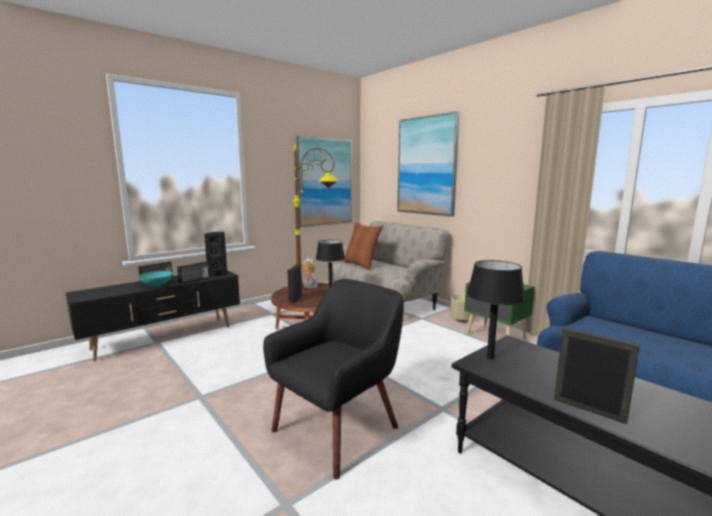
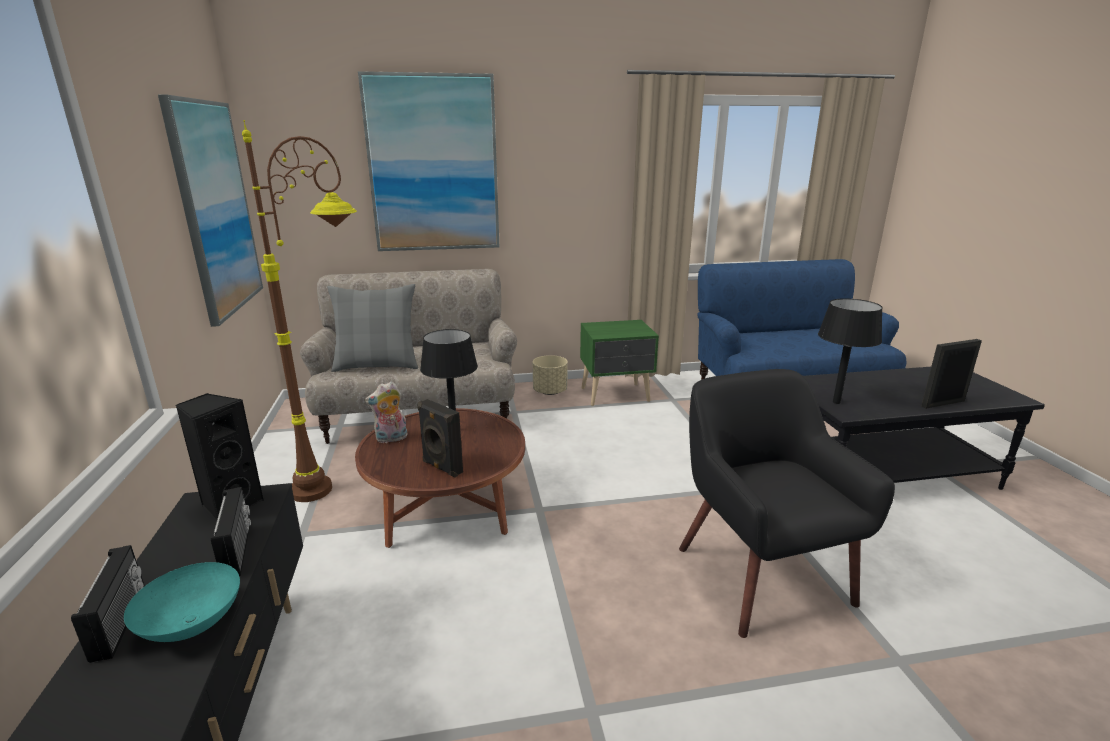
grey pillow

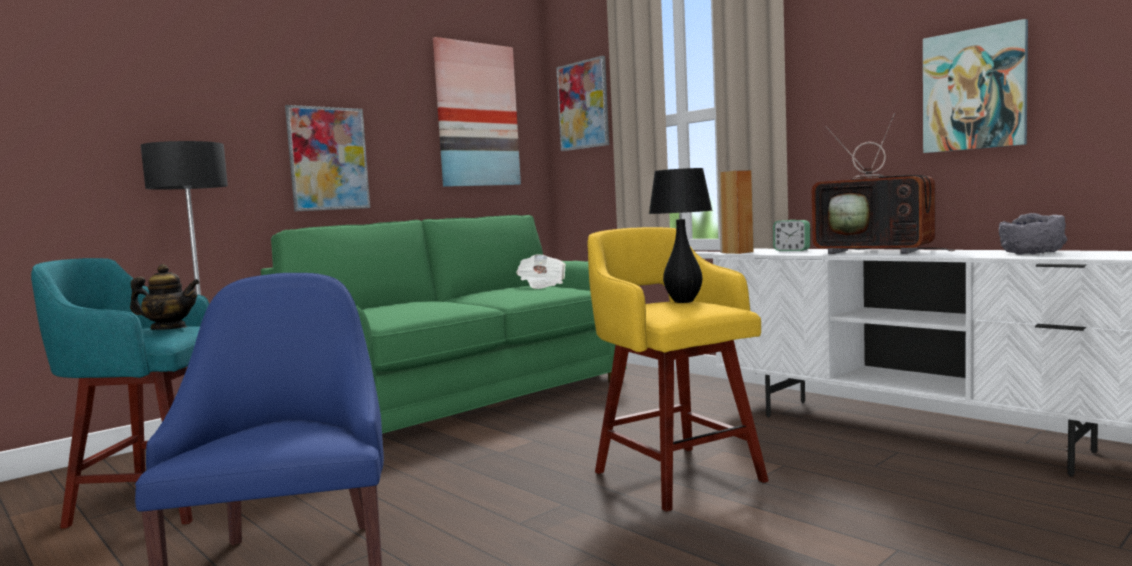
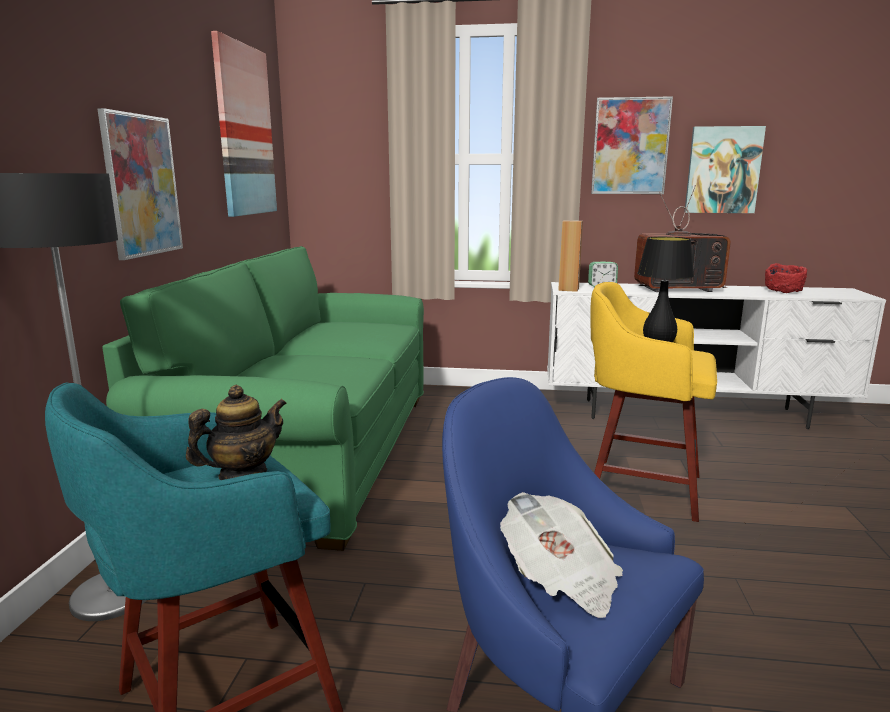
picture (no. 3 from left); red bowl; newspaper

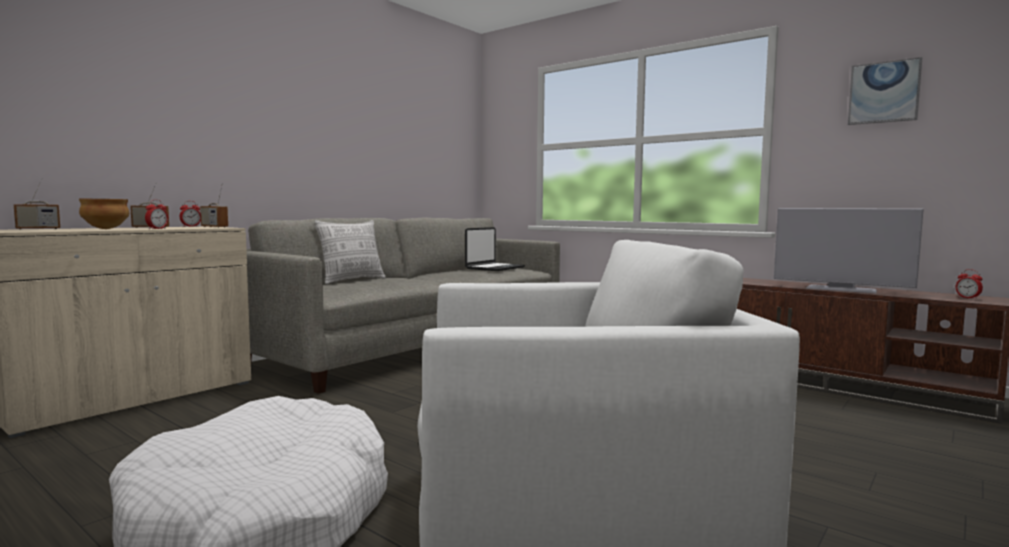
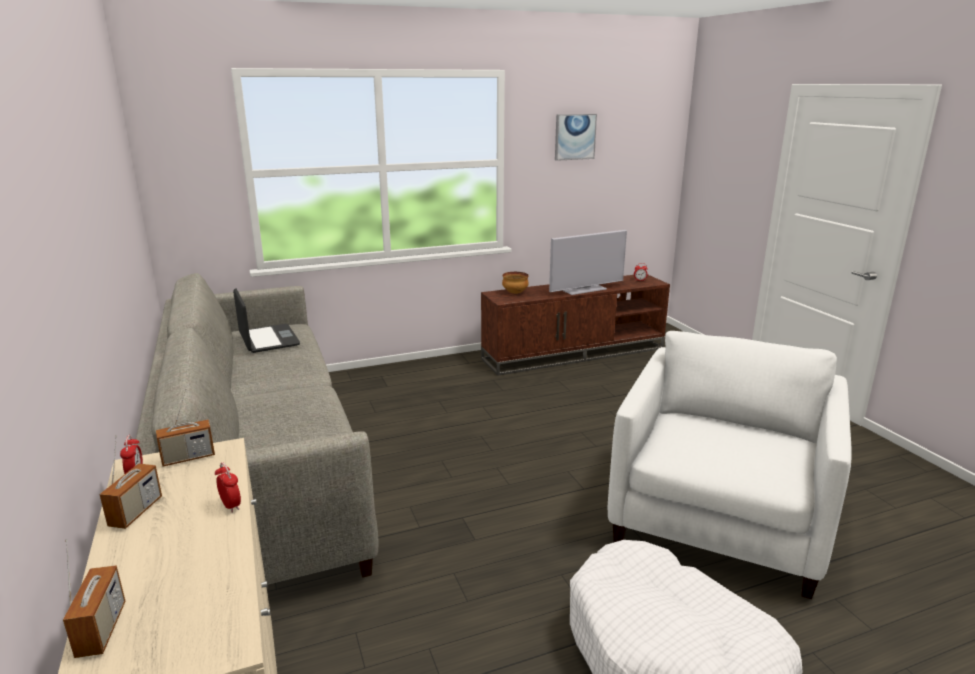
bowl; pillow

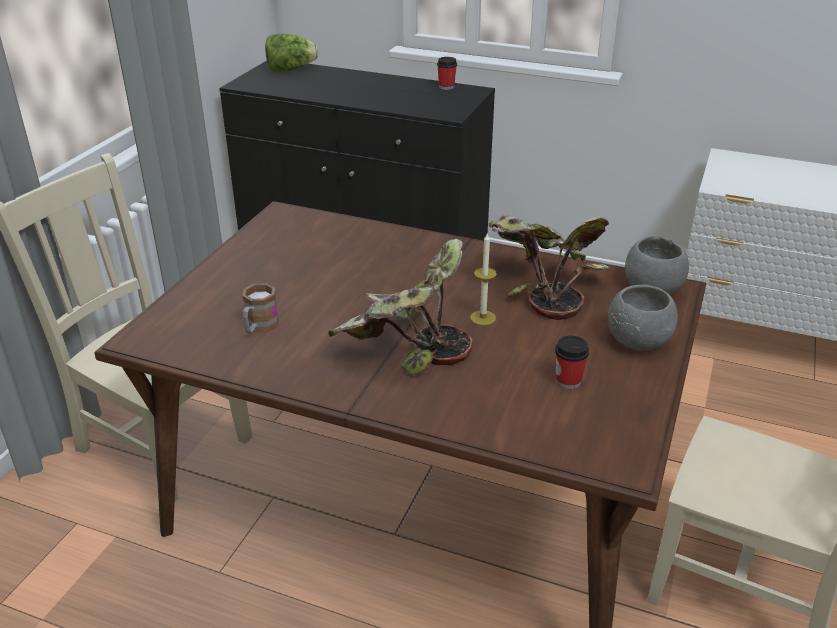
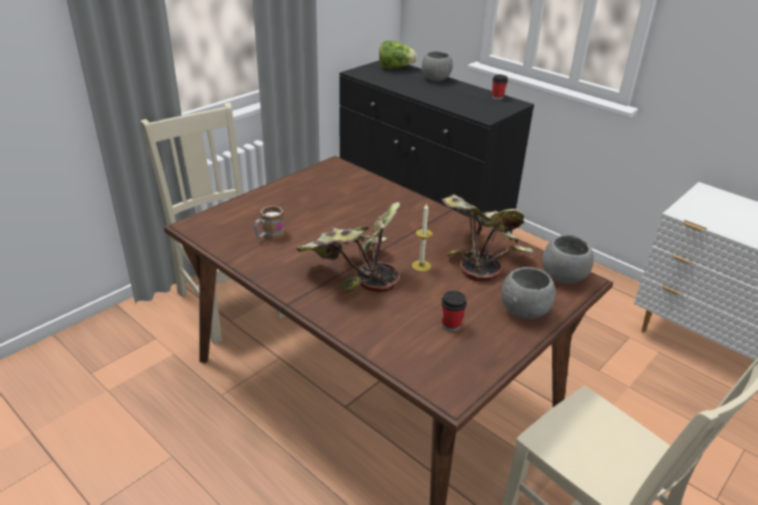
grey bowl (no. 1 from left)

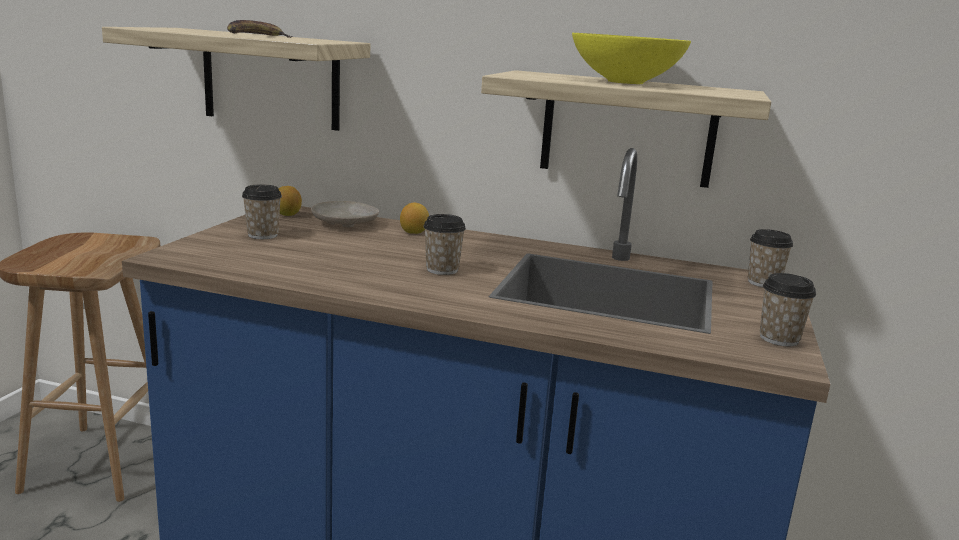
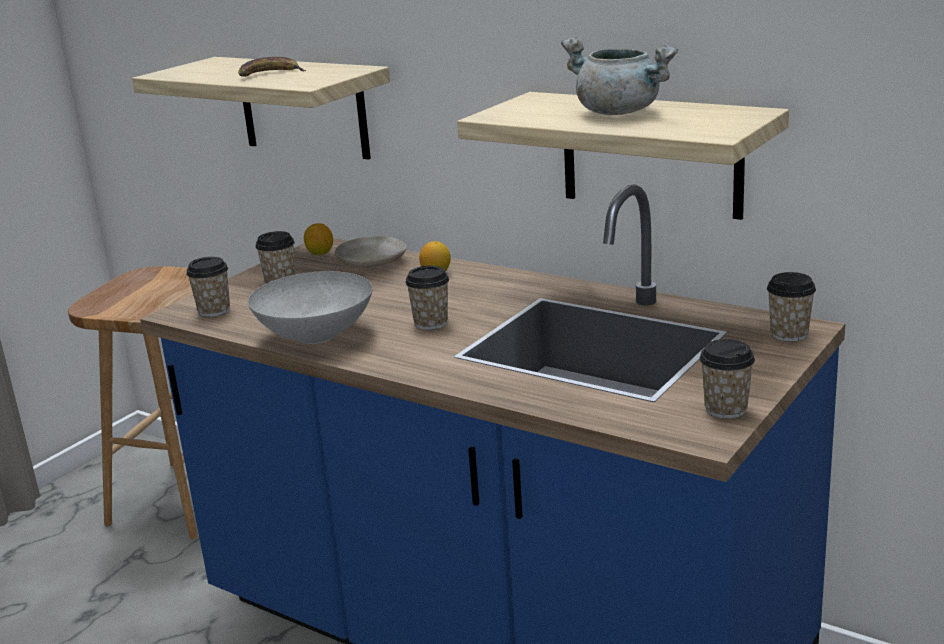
grey cooking pot; cup (no. 1 from left); grey bowl

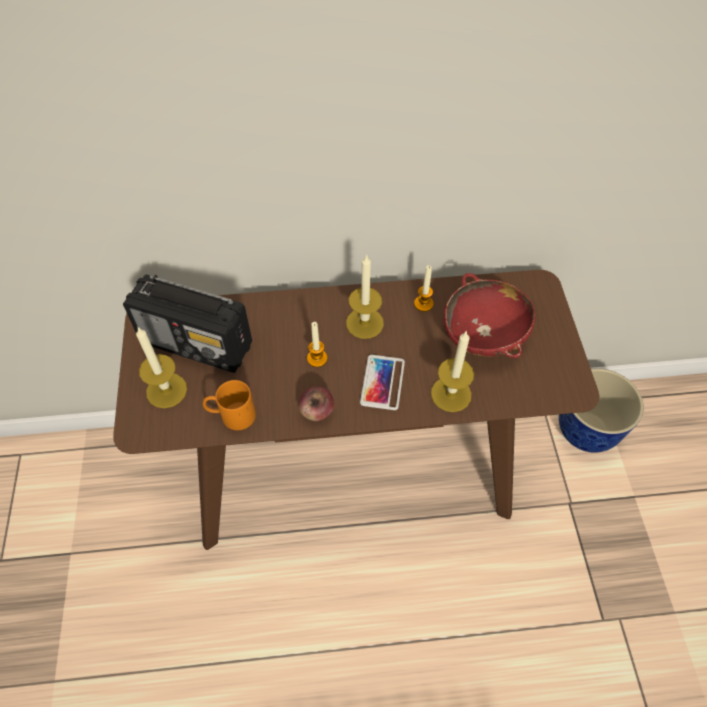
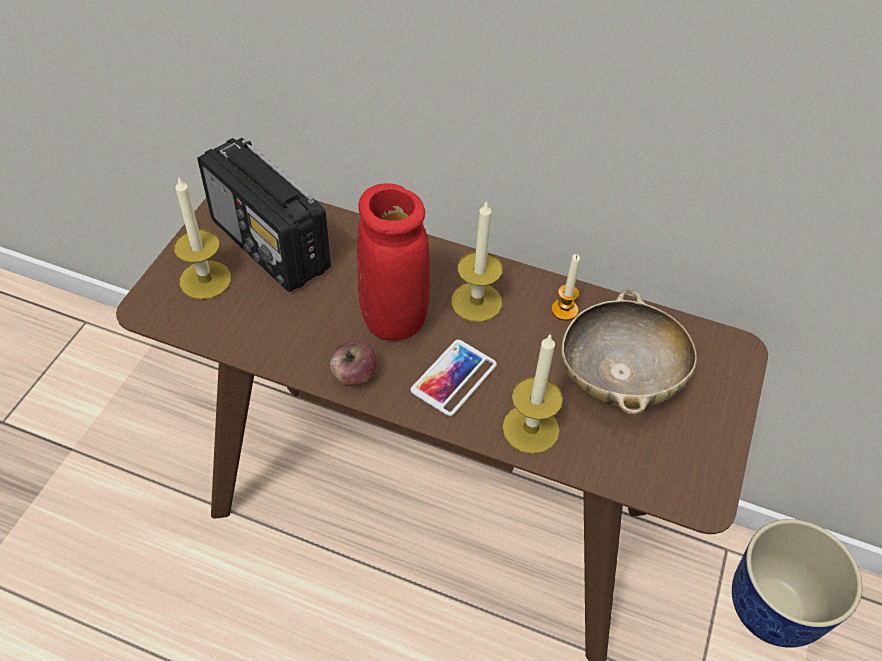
beige bowl; red vase; orange mug

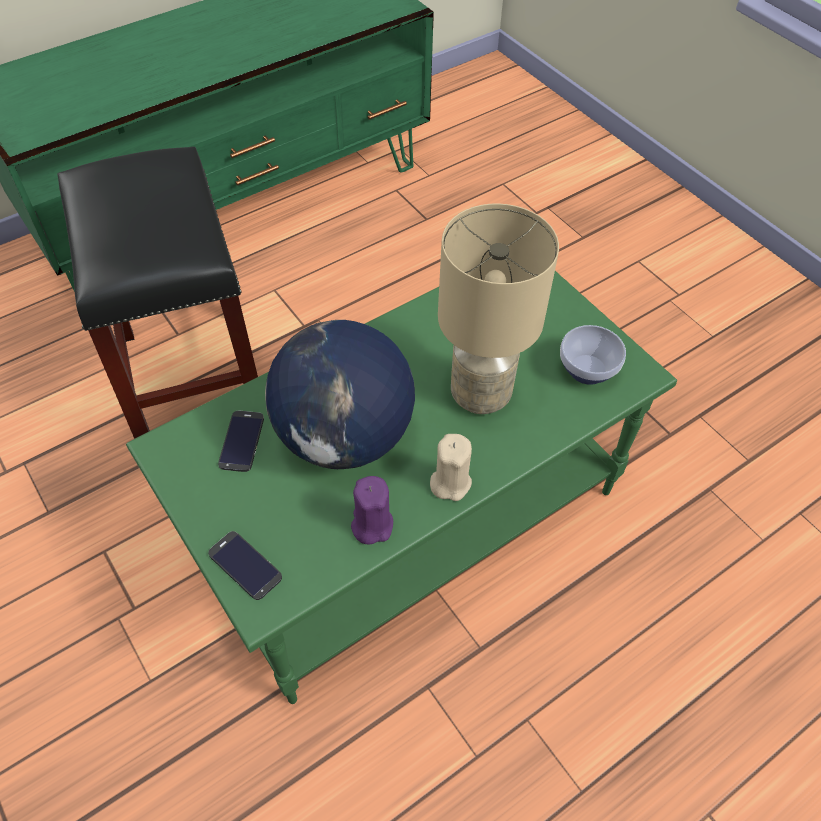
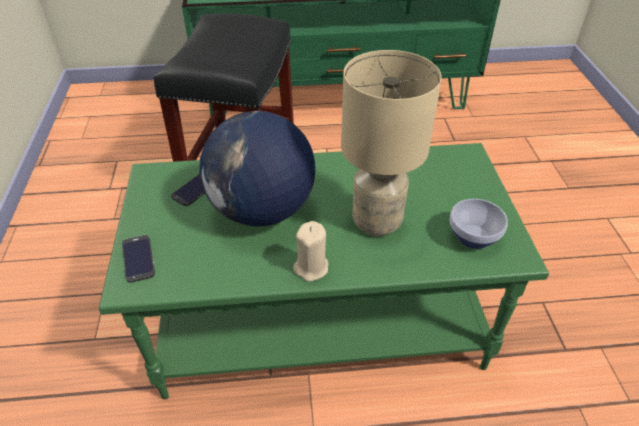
purple candle

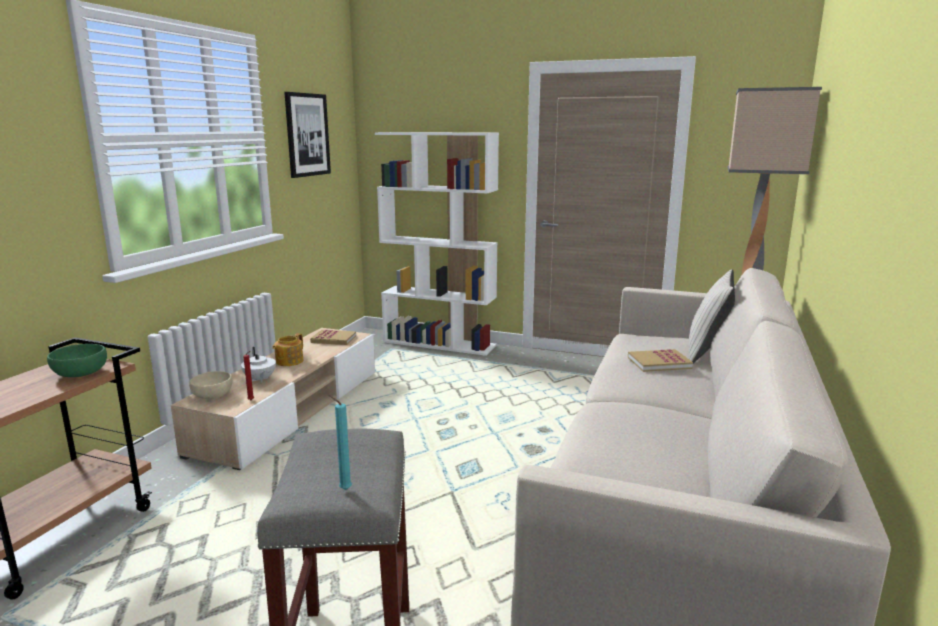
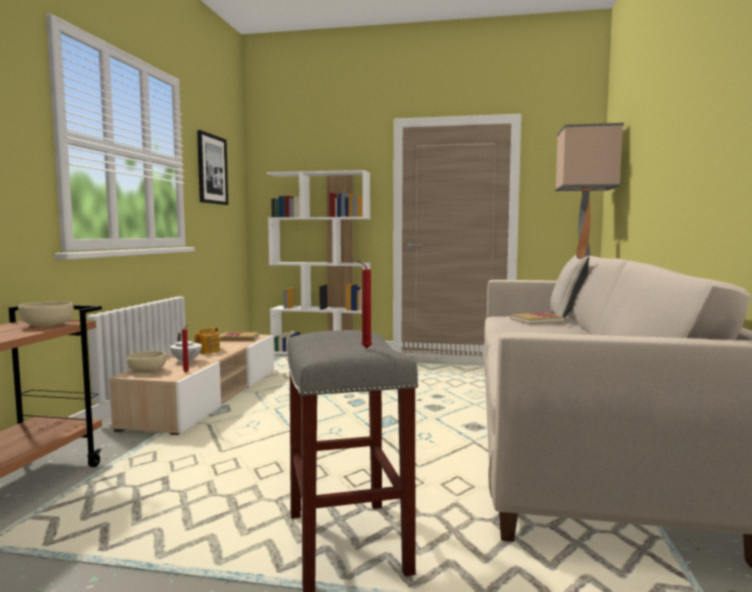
beige bowl (no. 1 from left); red candle (no. 2 from left)

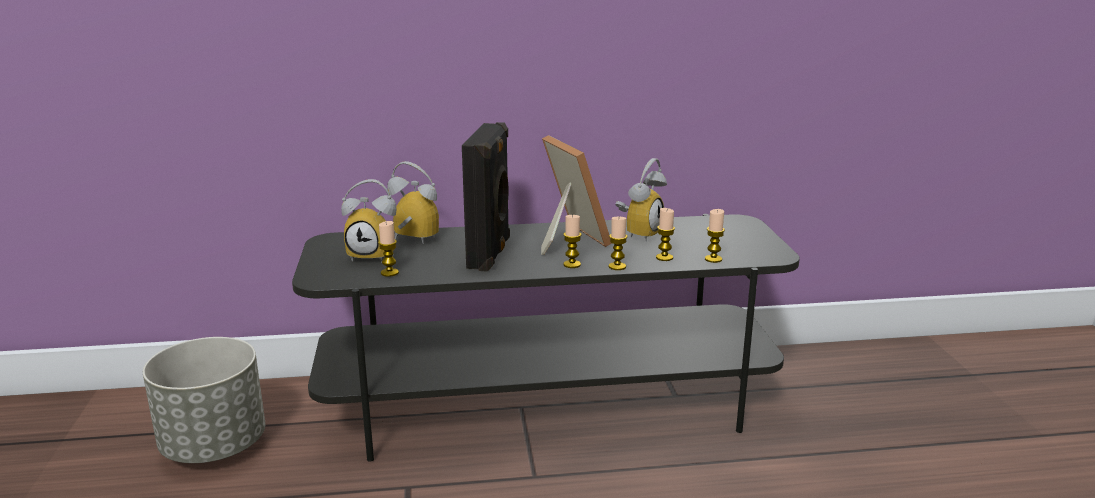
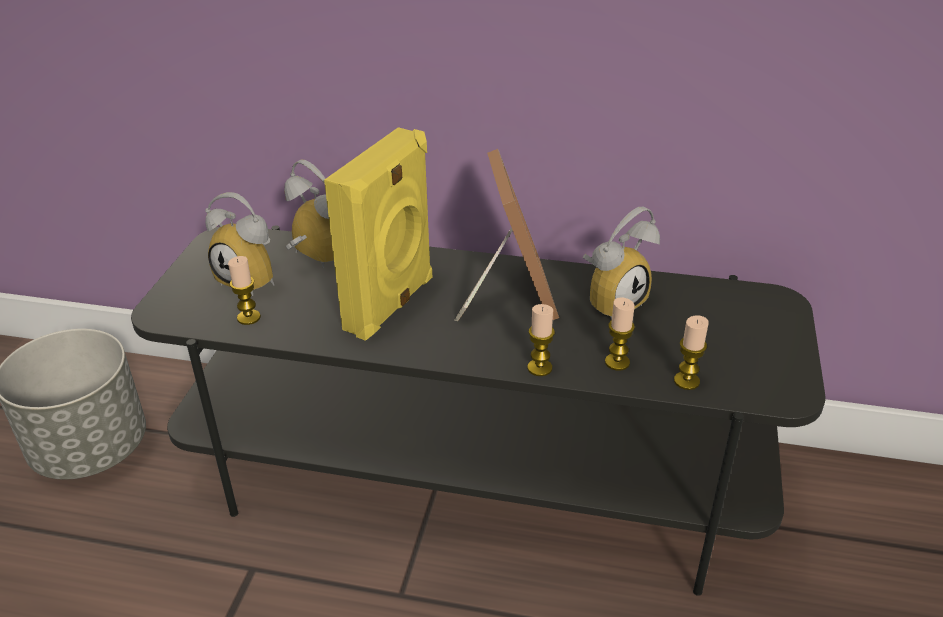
yellow speaker; candle (no. 2 from left in the first image)

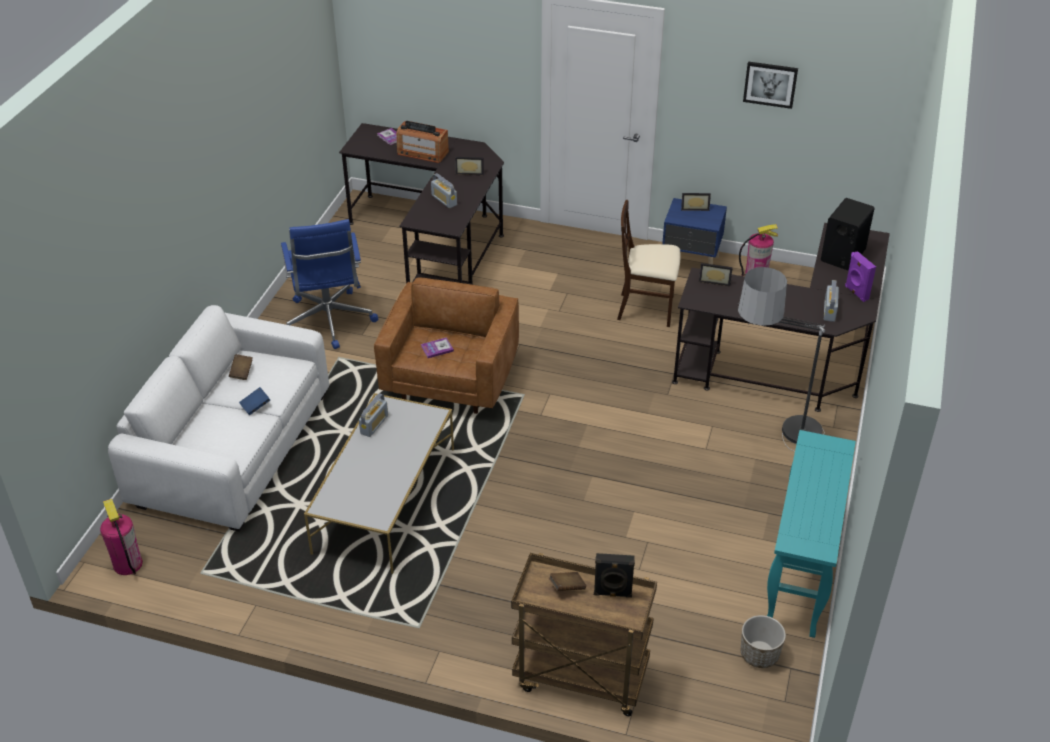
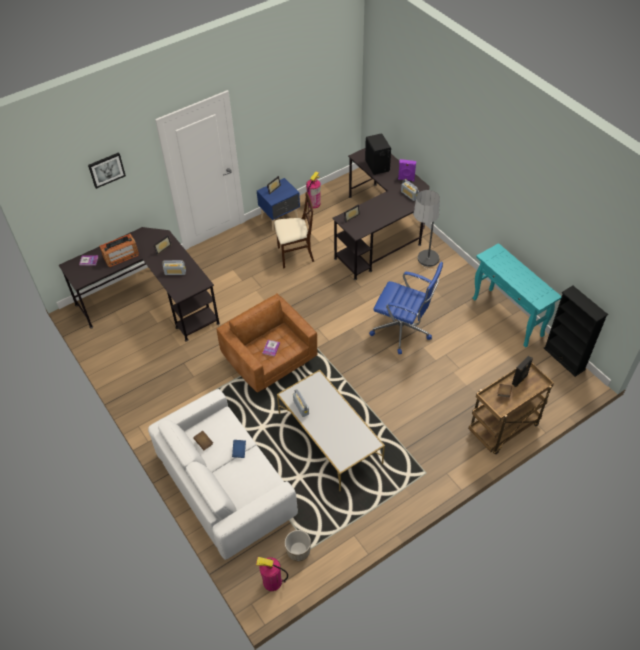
picture; beige chair; blue office chair; planter; black bookcase

